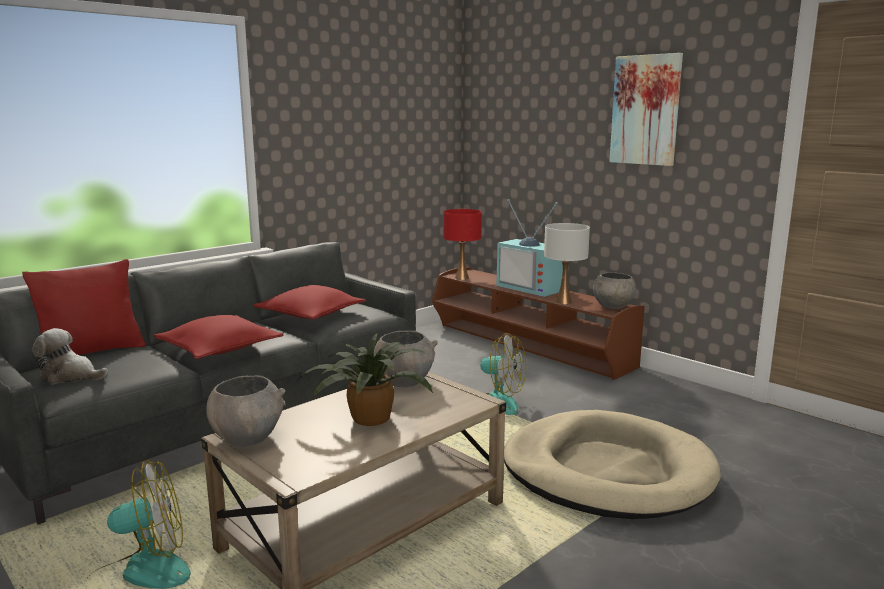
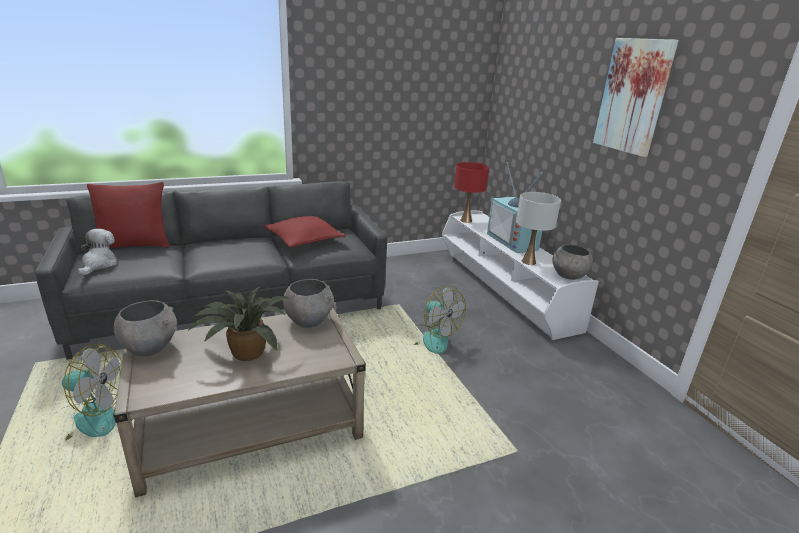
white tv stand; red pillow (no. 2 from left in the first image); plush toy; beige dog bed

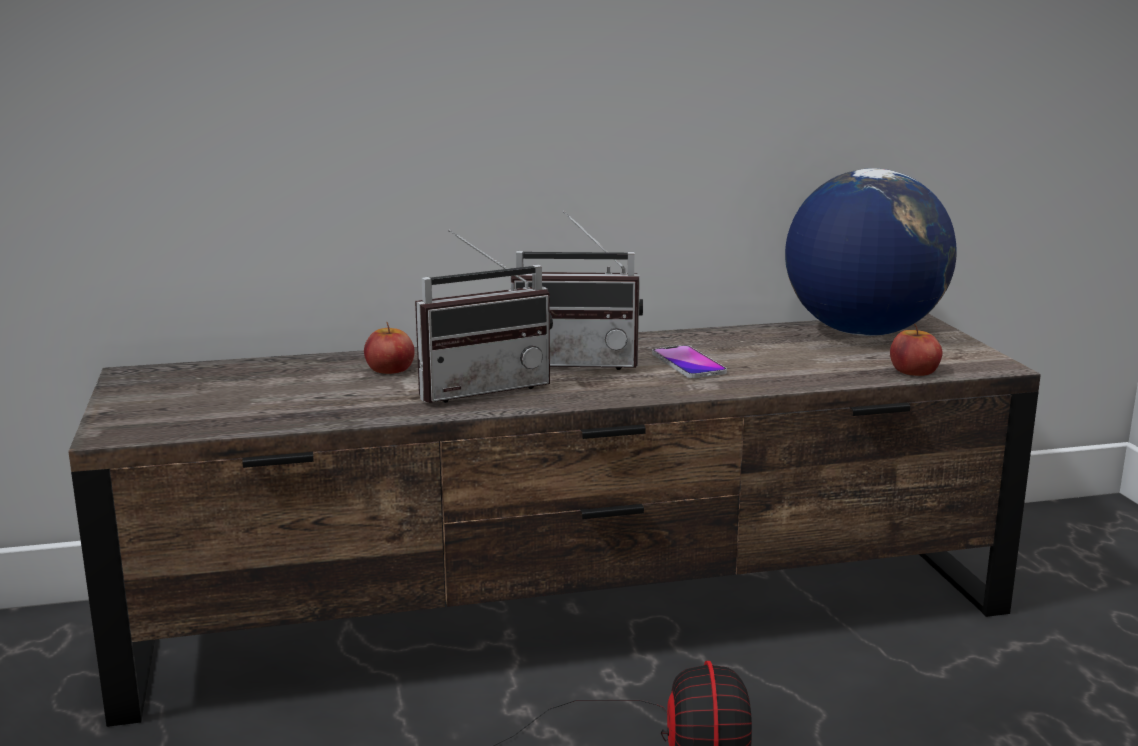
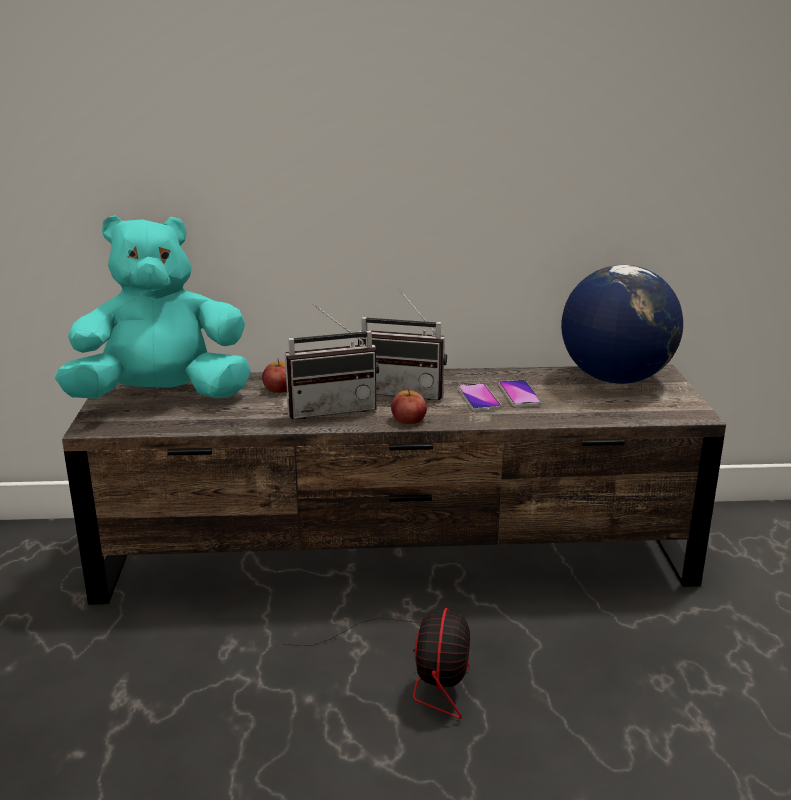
apple (no. 2 from left); turquoise plush toy; phone (no. 2 from left)

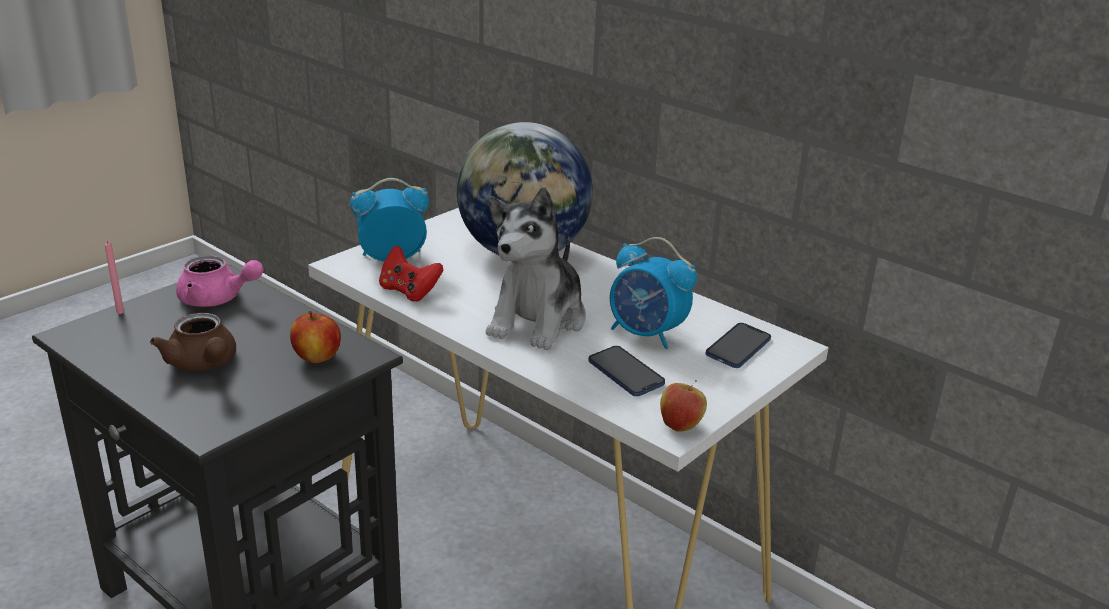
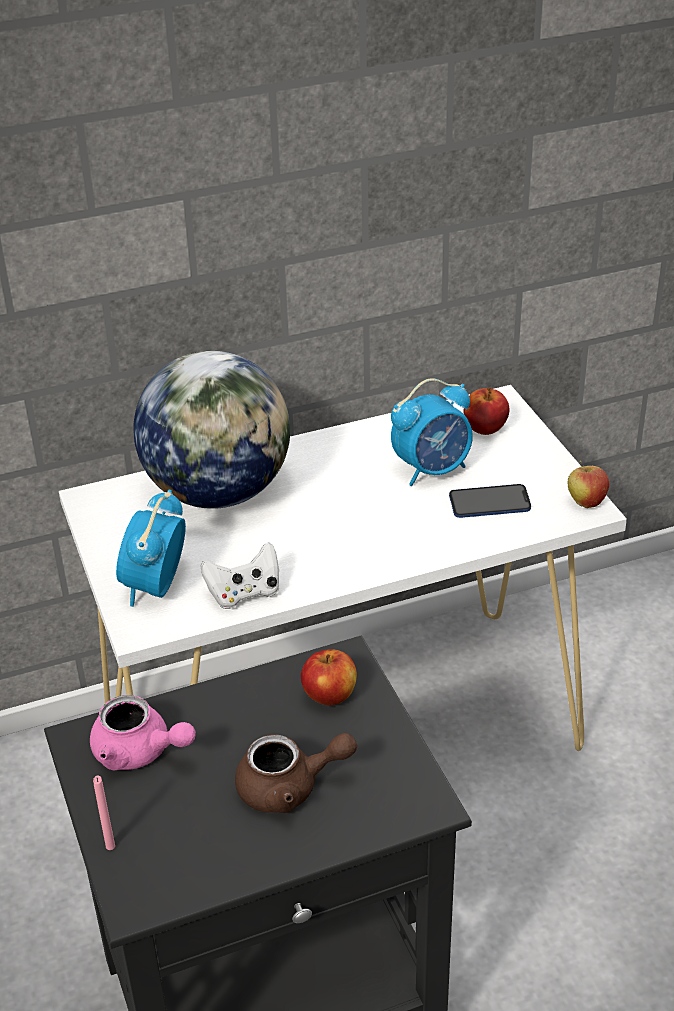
plush toy; white game controller; pink teapot; apple (no. 2 from left)

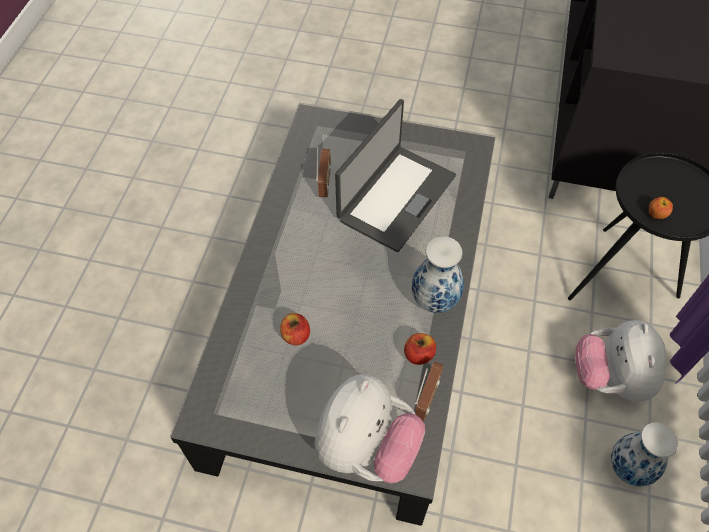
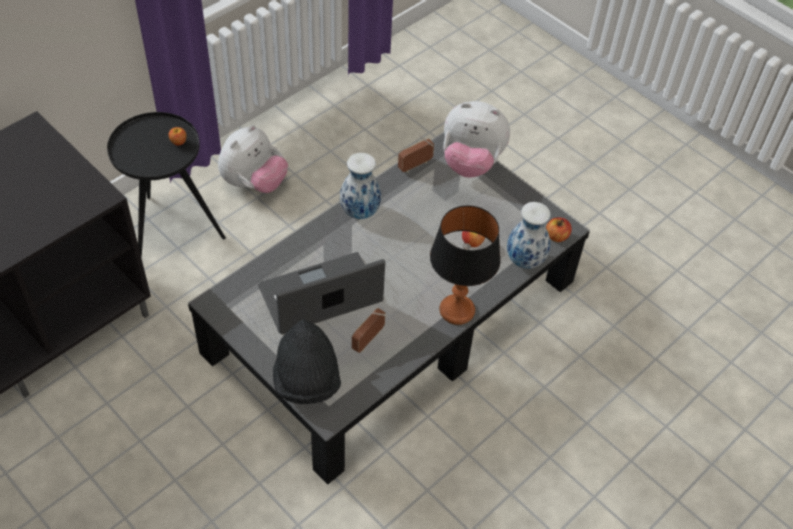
apple (no. 3 from left); plush toy (no. 2 from left); vase (no. 2 from left); table lamp; black hat

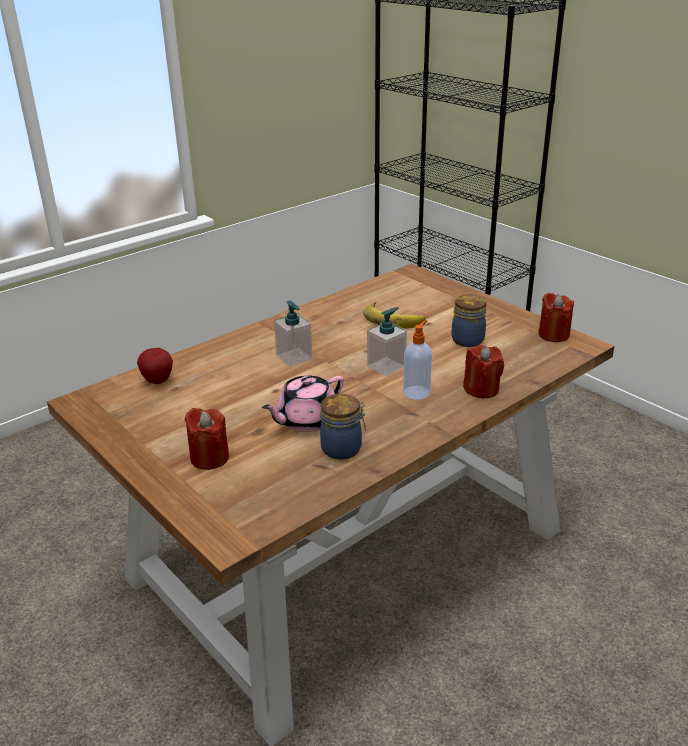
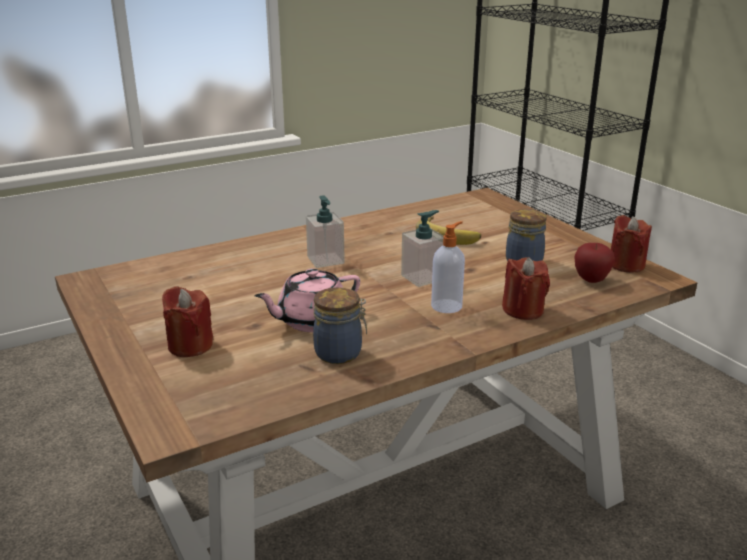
apple

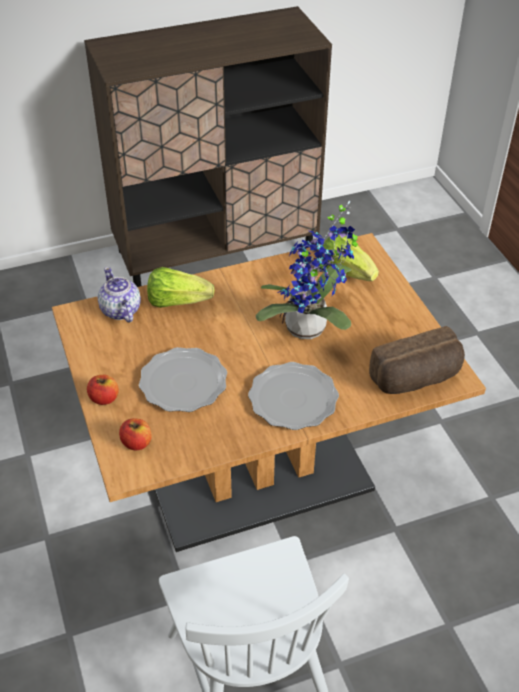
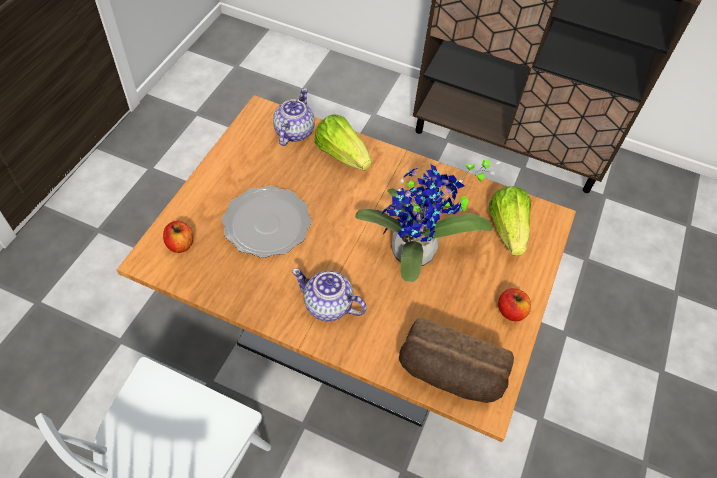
teapot (no. 2 from left); apple (no. 2 from left)

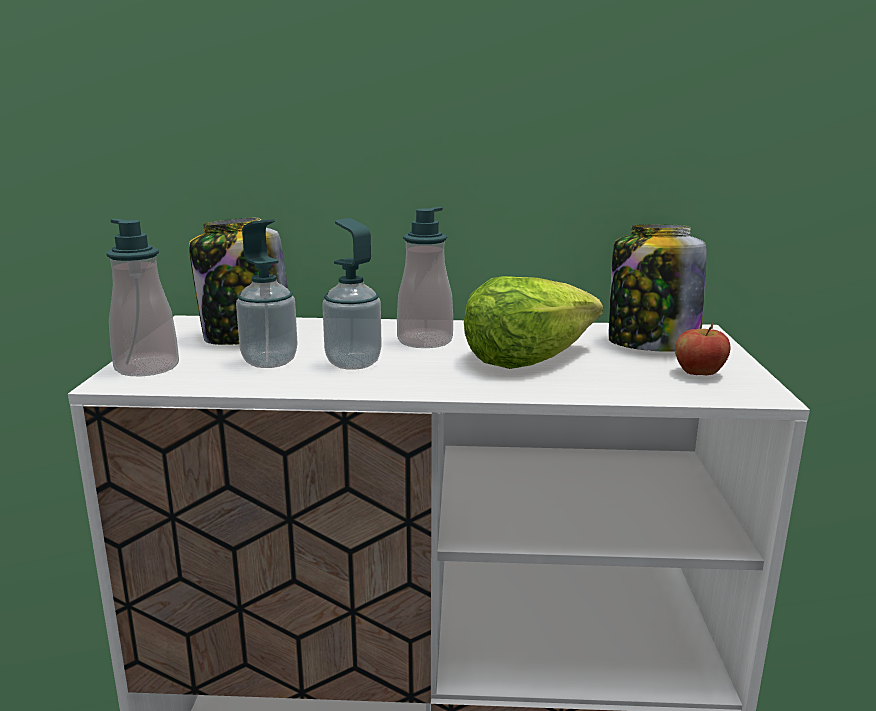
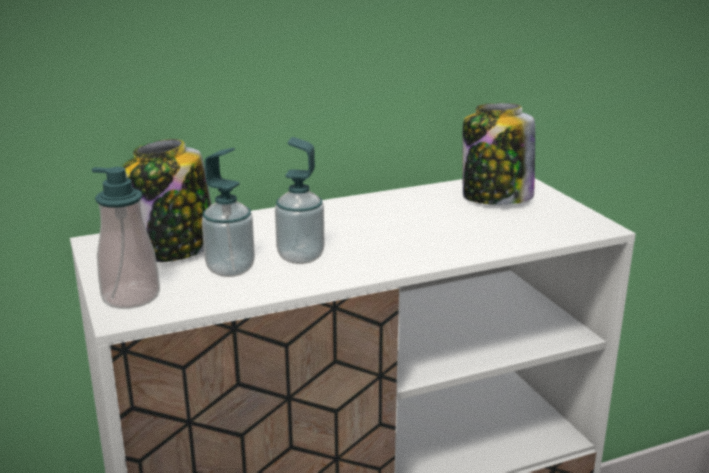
soap dispenser (no. 4 from left in the first image); lettuce; apple

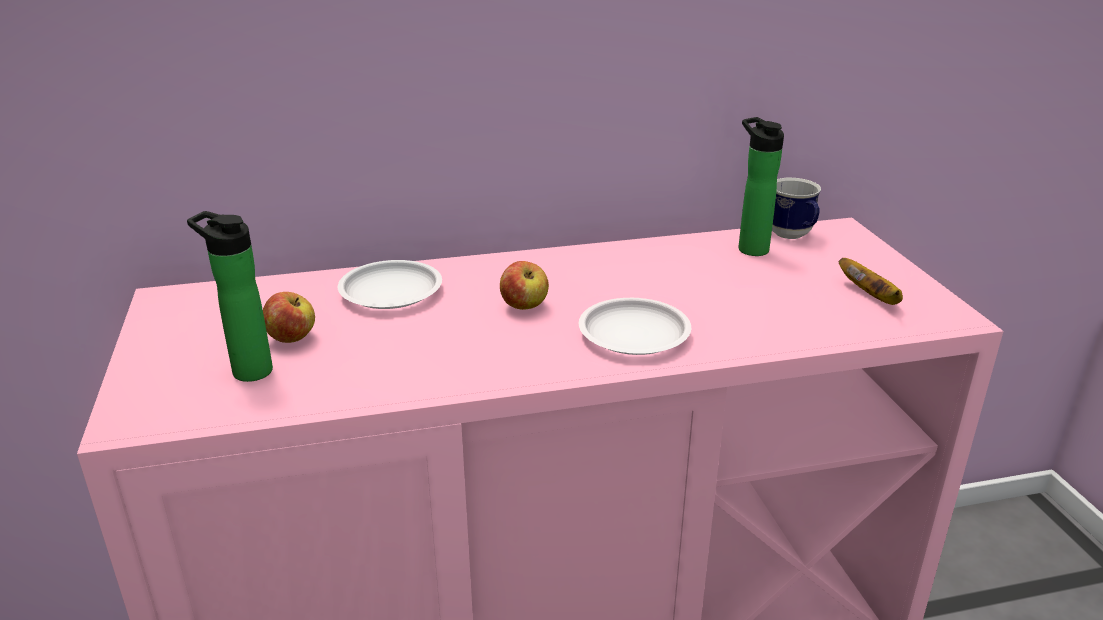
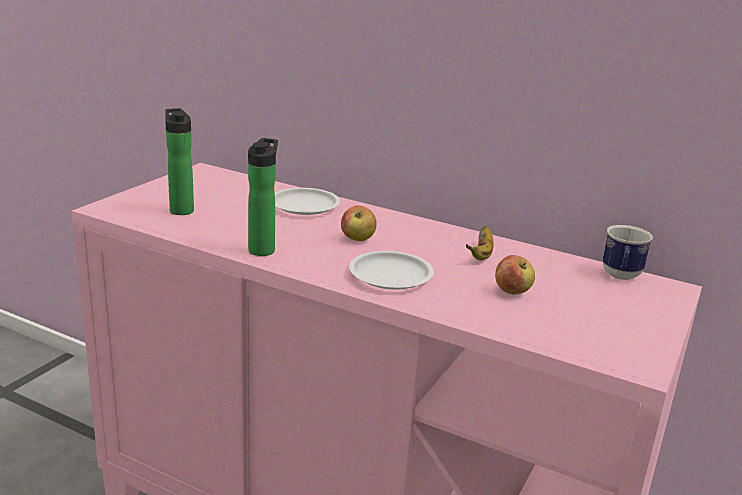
bottle (no. 2 from left); banana; apple (no. 2 from left)

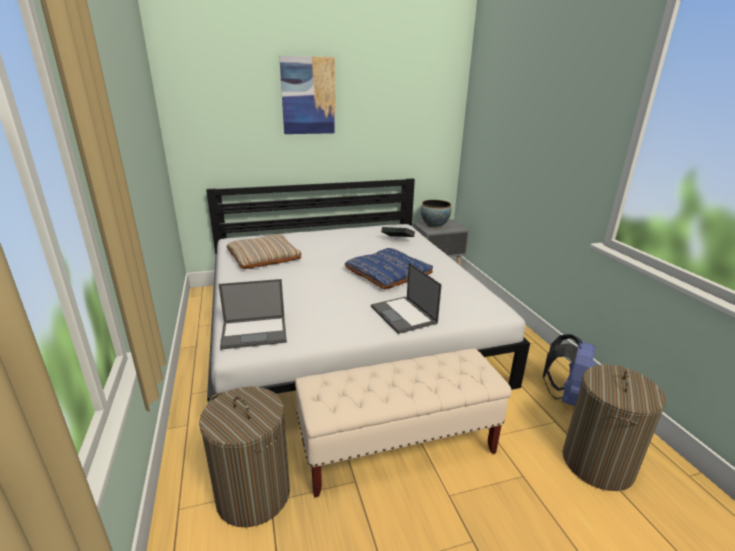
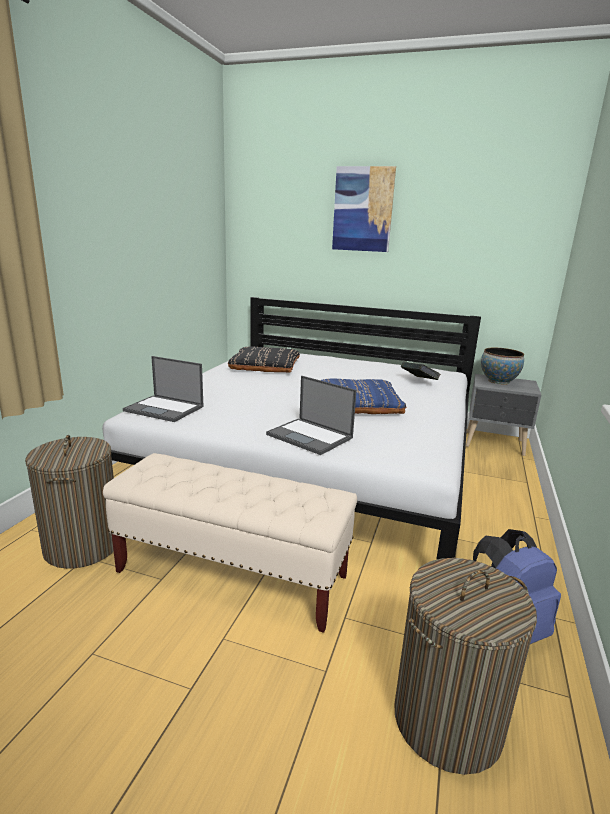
black pillow; laptop (no. 2 from left)

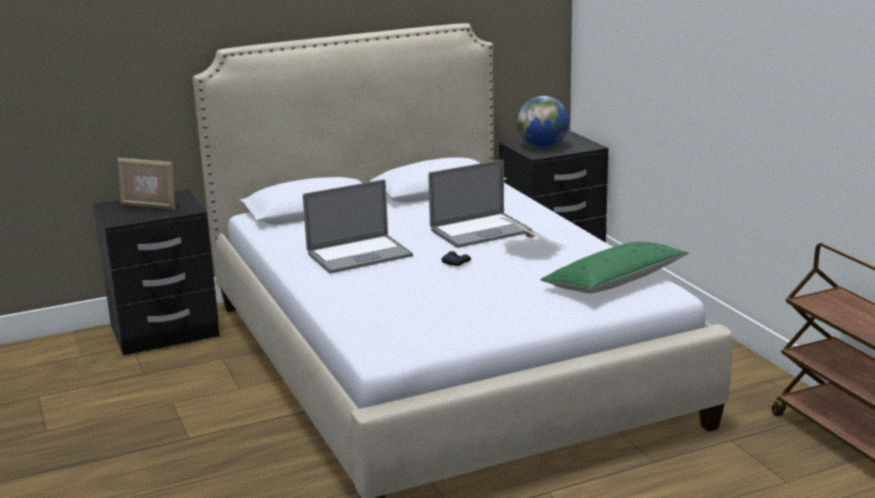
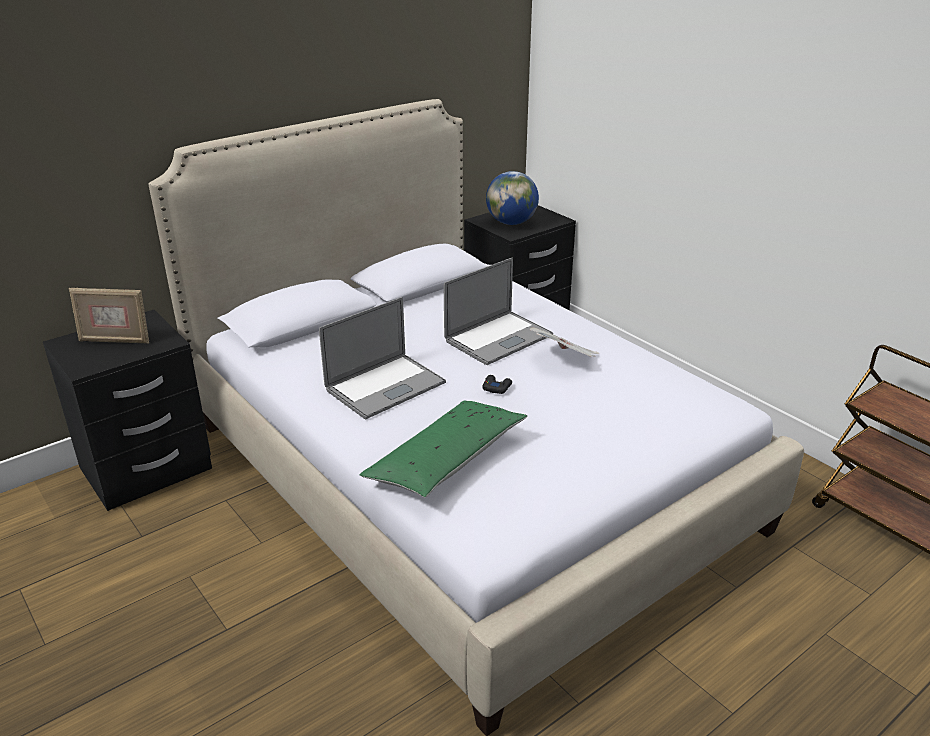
green pillow

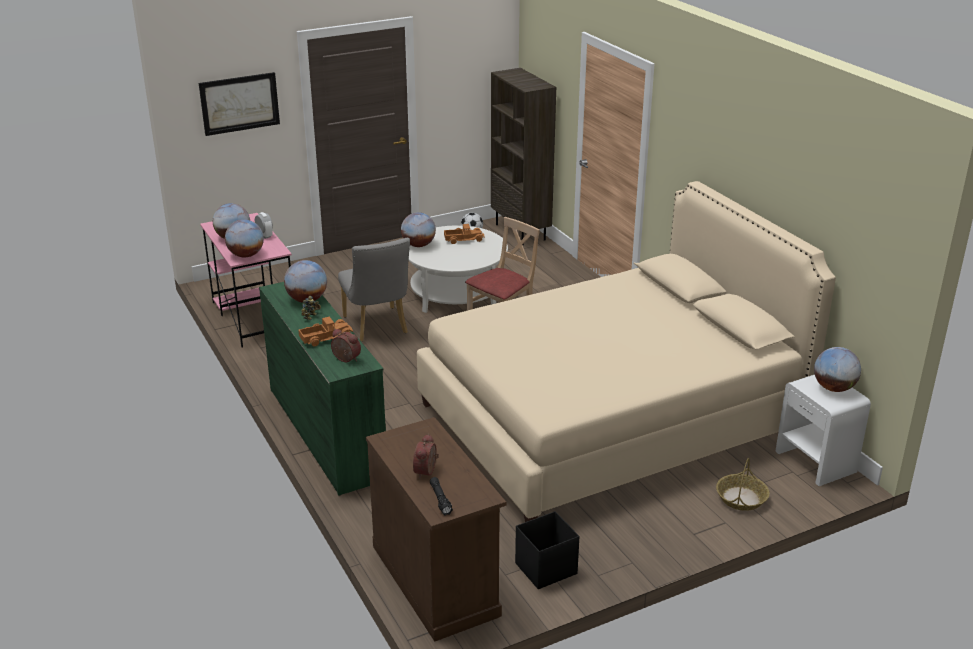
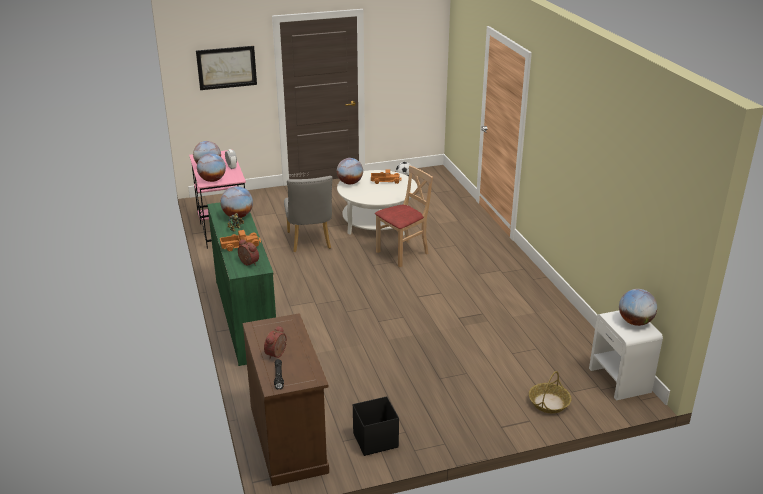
brown bookcase; beige bed

